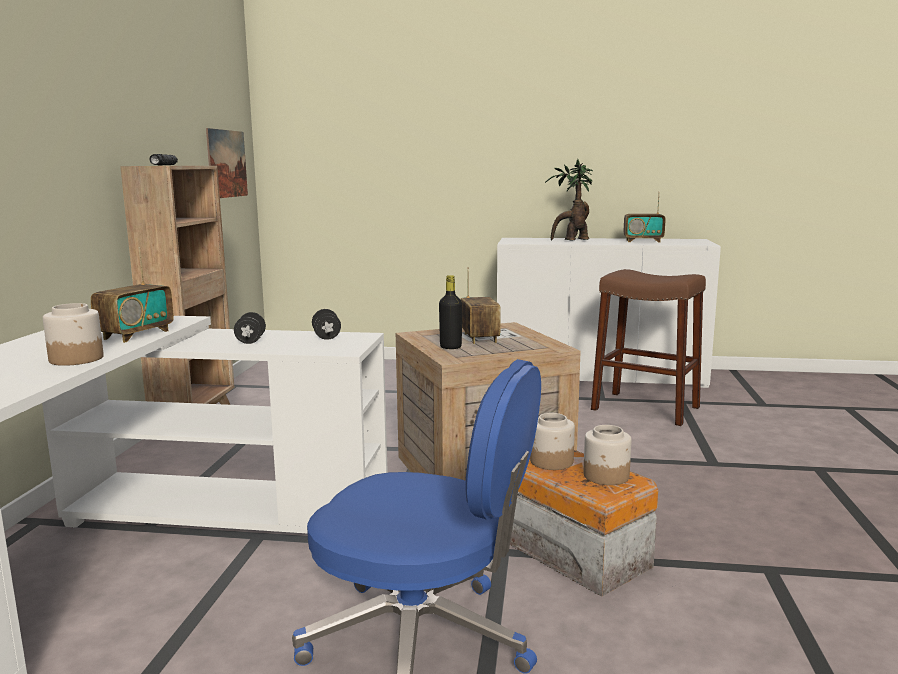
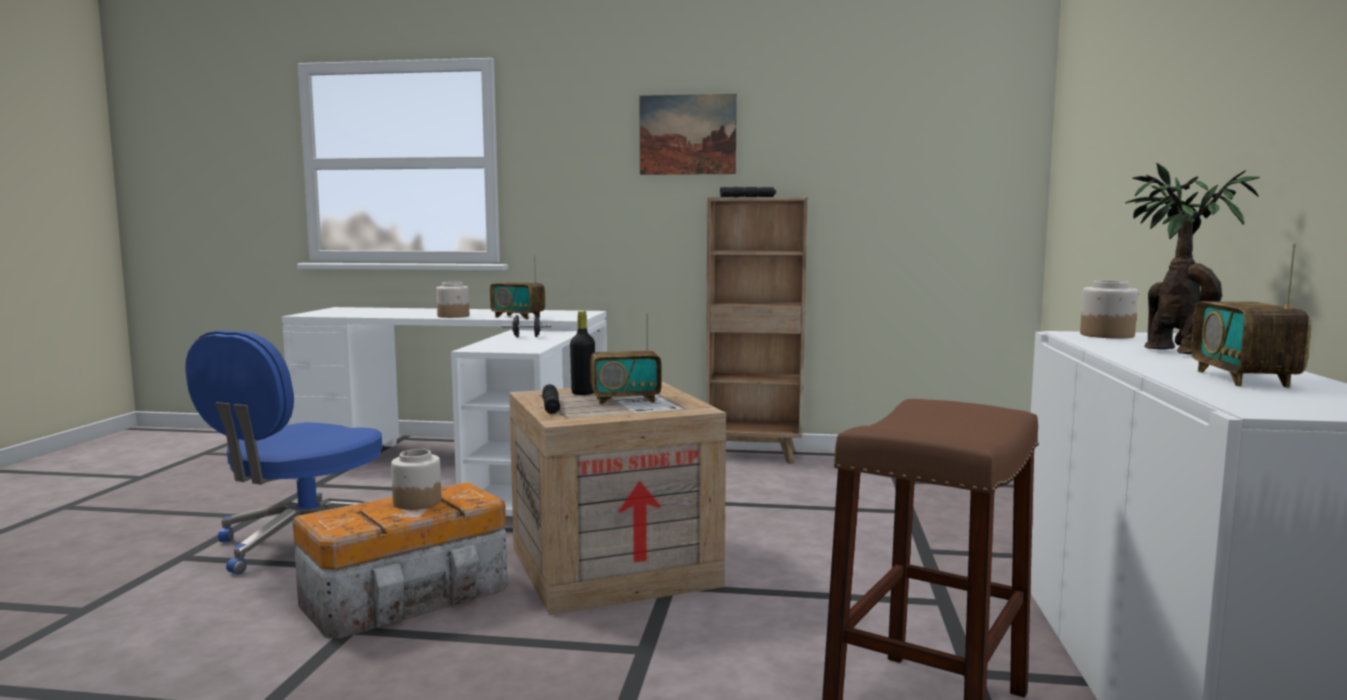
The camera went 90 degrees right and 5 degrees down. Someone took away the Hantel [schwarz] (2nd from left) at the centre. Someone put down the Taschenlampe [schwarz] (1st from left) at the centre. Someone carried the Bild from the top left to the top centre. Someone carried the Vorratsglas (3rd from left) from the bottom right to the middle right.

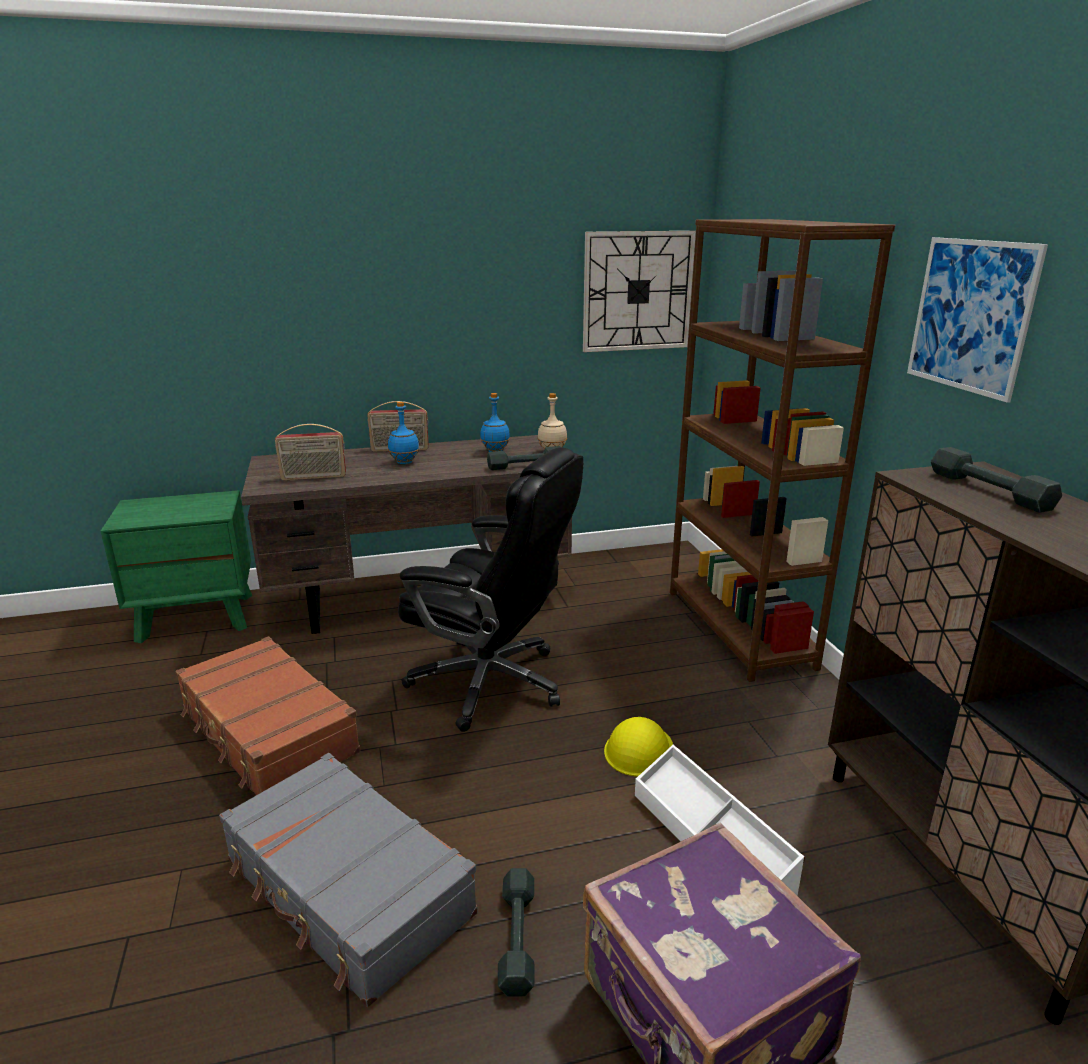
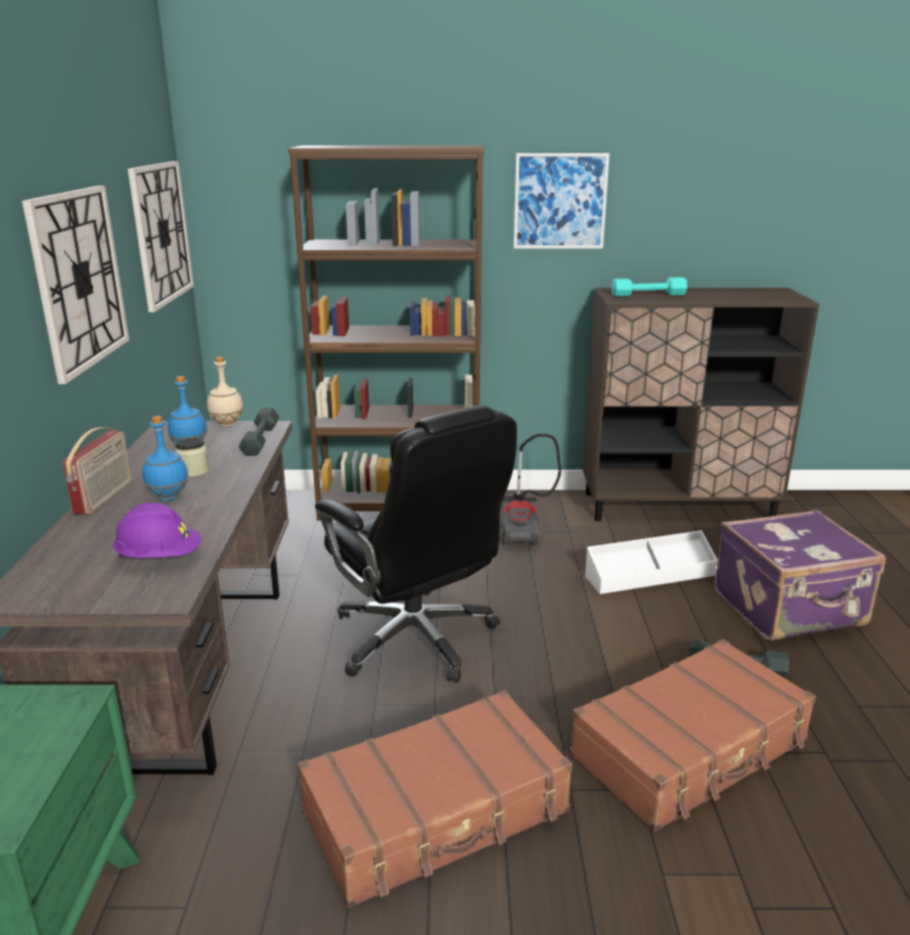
The camera went 75 degrees left and 0 degrees up. Someone took away the Schutzhelm [gelb] at the bottom centre. Someone put up the Wanduhr (1st from left) at the top left. Someone put down the Vorratsglas at the middle left. Someone put down the Staubsauger at the centre. Someone swapped the Radio (1st from left) at the middle left for the Schutzhelm [lila] at the middle left. Someone repainted the Koffer [grau] at the bottom left, which became the Koffer [braun] (2nd from left) at the bottom right. Someone repainted the Hantel [grau] (3rd from left) at the middle right, which became the Hantel [türkis] at the top right. Someone rotated the Bürostuhl [schwarz] at the centre by 105 degrees clockwise.

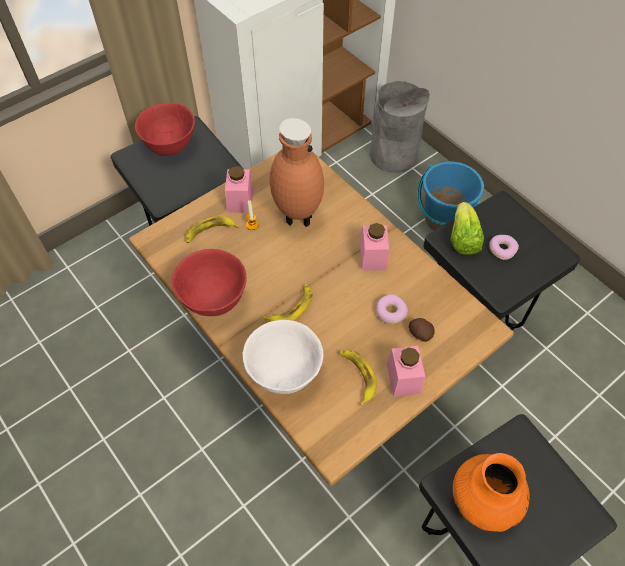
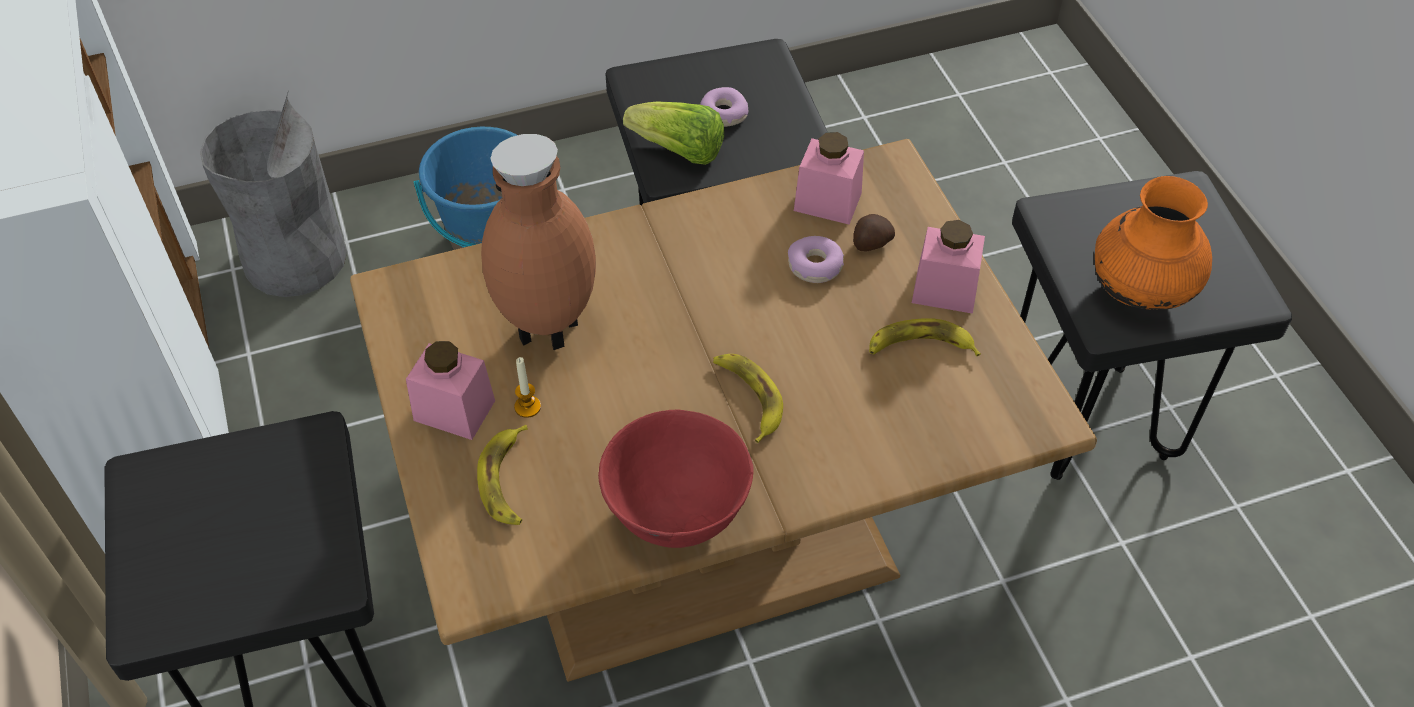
The camera went 70 degrees left and 5 degrees down. Someone took away the Schüssel [rot] (1st from left) at the top left. Someone took away the Schüssel [weiß] at the centre. Someone carried the Vorratsglas [rosa] (2nd from left) from the centre to the top centre.

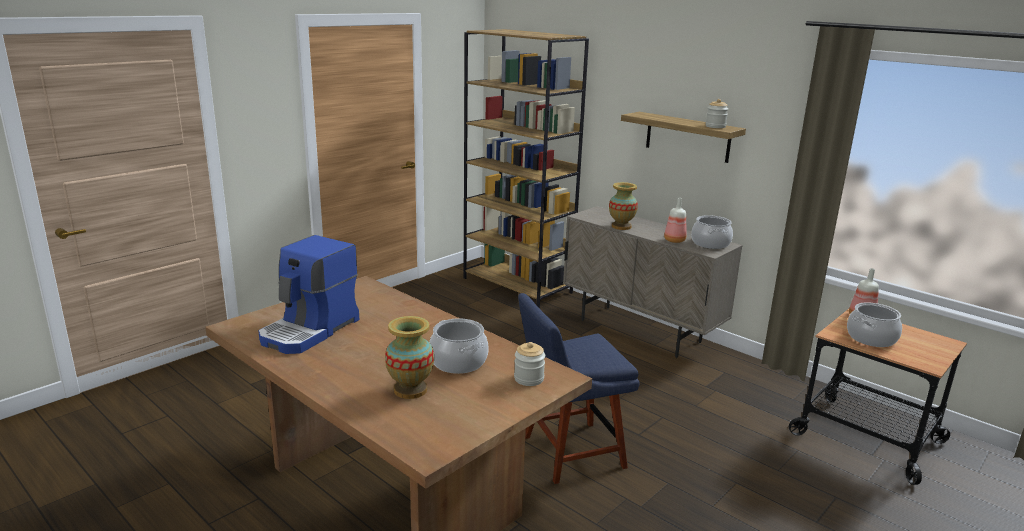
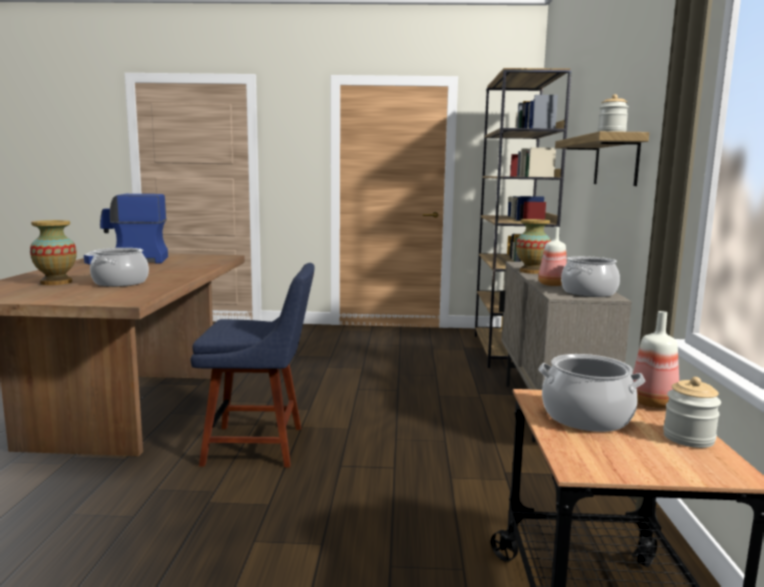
The camera went 50 degrees right and 10 degrees down. Someone carried the Vorratsglas (1st from left in the first image) from the bottom centre to the bottom right. Someone rotated the Stuhl [blau] at the bottom centre by 150 degrees clockwise.

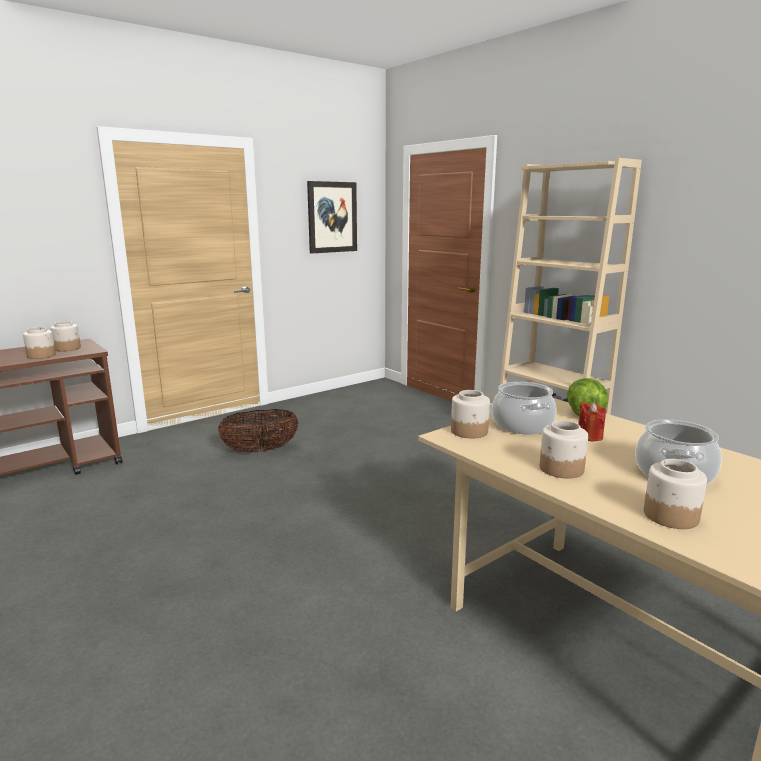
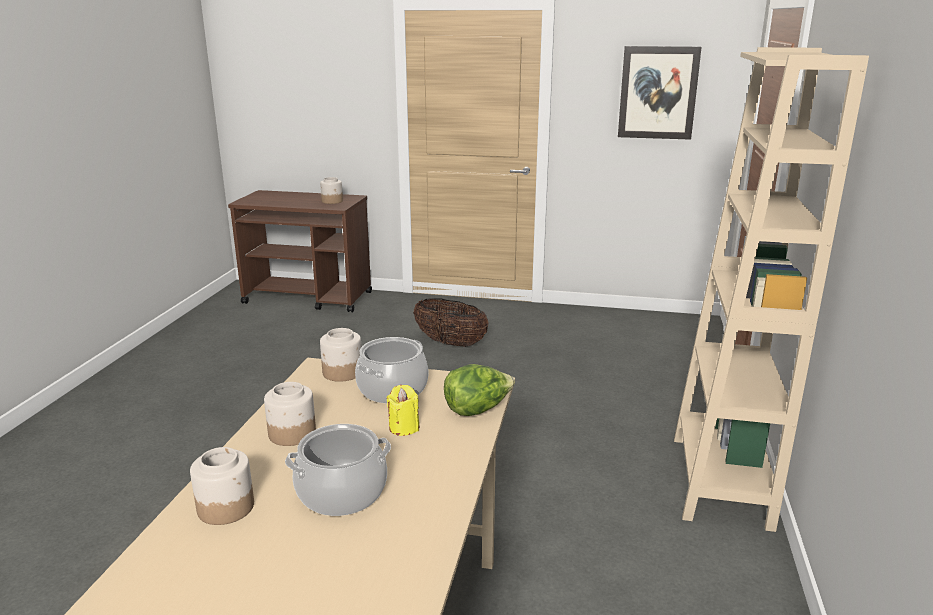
The camera went 50 degrees right and 5 degrees up. Someone took away the Vorratsglas (1st from left) at the middle left. Someone repainted the Kerze [rot] at the middle right, which became the Kerze [gelb] at the bottom centre.

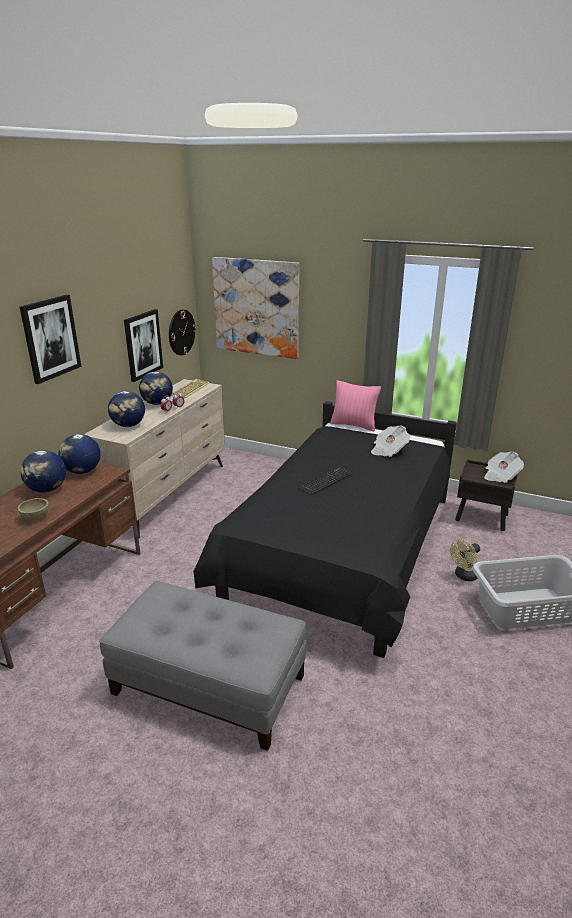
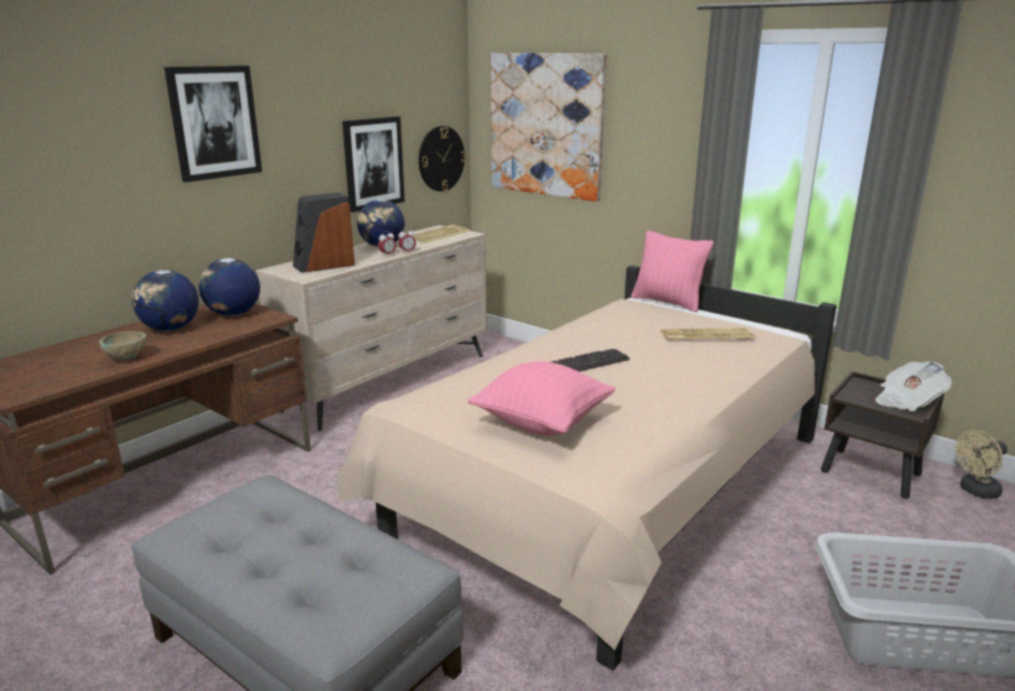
The camera went 15 degrees right and 5 degrees down. Someone put down the Kissen [rosa] (1st from left) at the centre. Someone carried the Ventilator [beige] from the middle right to the bottom right. Someone swapped the Globus (3rd from left) at the middle left for the Lautsprecher at the middle left. Someone swapped the Zeitung (1st from left) at the middle right for the Tastatur (3rd from left) at the middle right. Someone repainted the Bett [schwarz] at the centre, which became the Bett [beige] at the bottom centre.

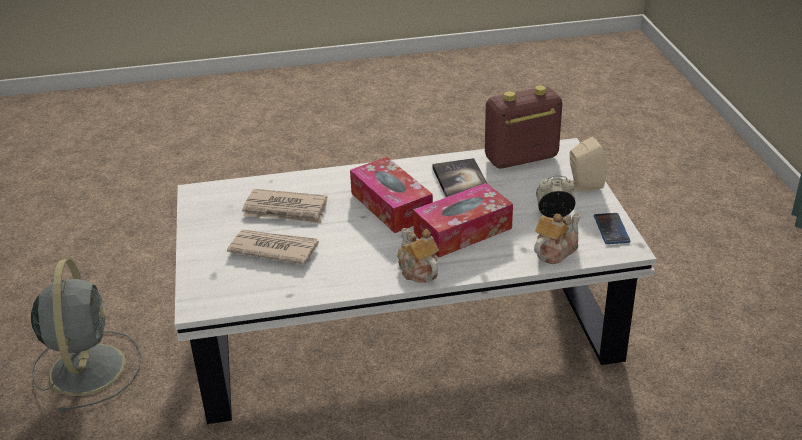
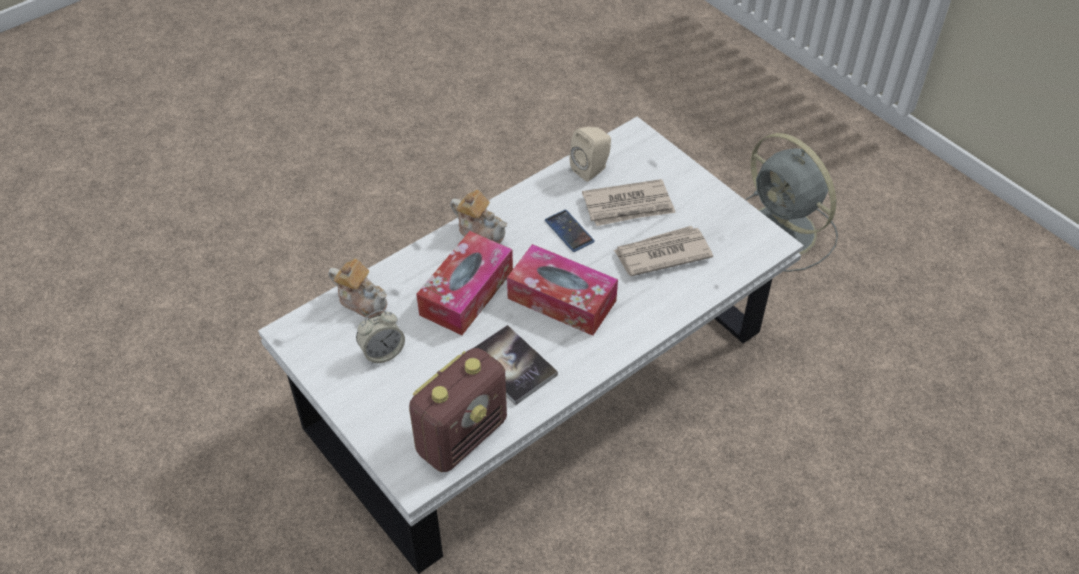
The camera went 150 degrees right and 15 degrees up. Someone carried the Lautsprecher [beige] from the middle right to the top centre. Someone carried the Handy from the middle right to the centre. Someone rotated the Teekanne (2nd from left in the first image) at the middle right by 75 degrees counterclockwise.

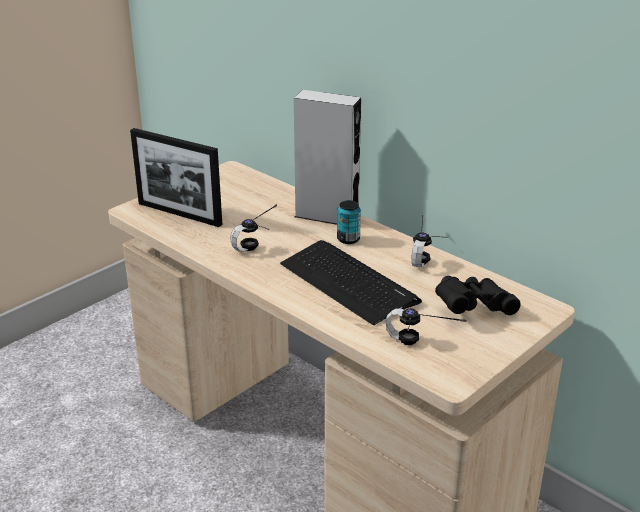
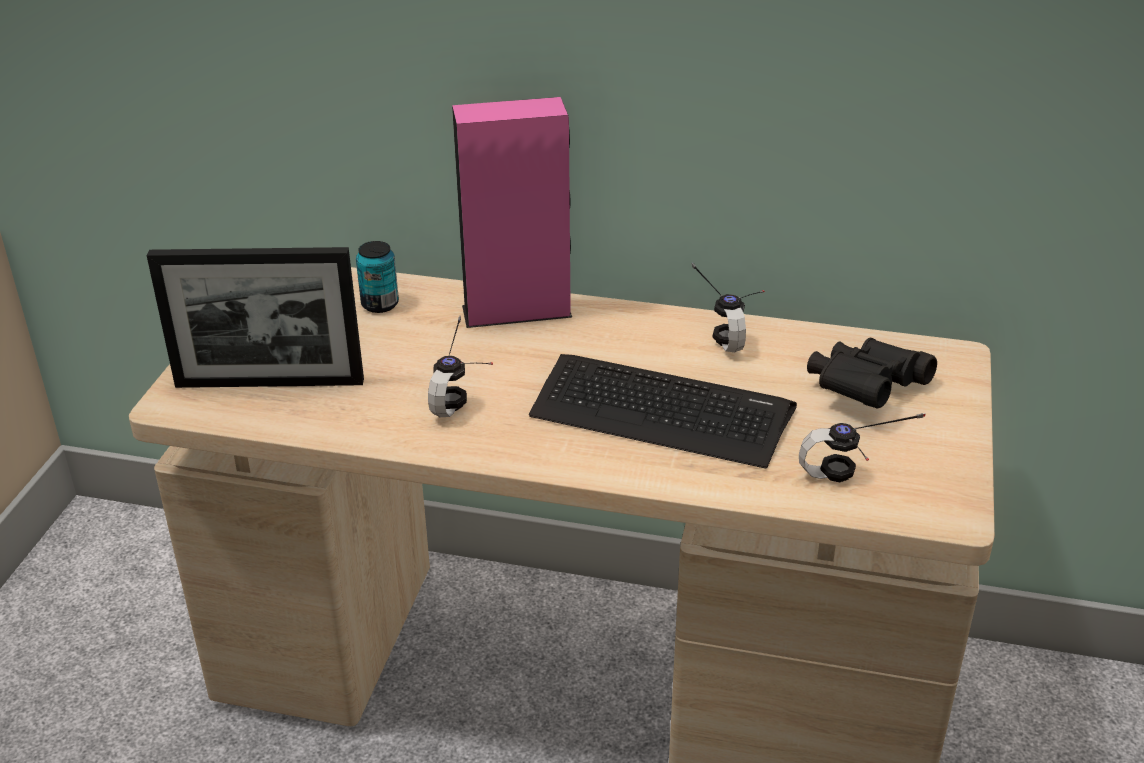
The camera went 30 degrees left and 5 degrees up. Someone carried the Dose from the centre to the middle left. Someone repainted the Lautsprecher [grau] at the top centre, which became the Lautsprecher [rosa] at the top centre.

